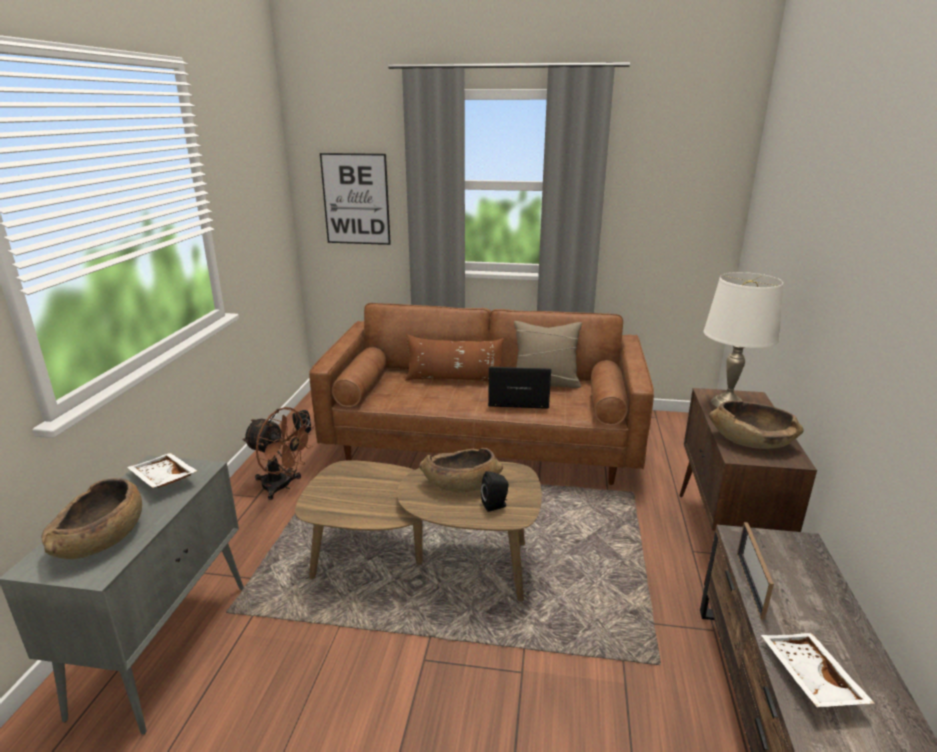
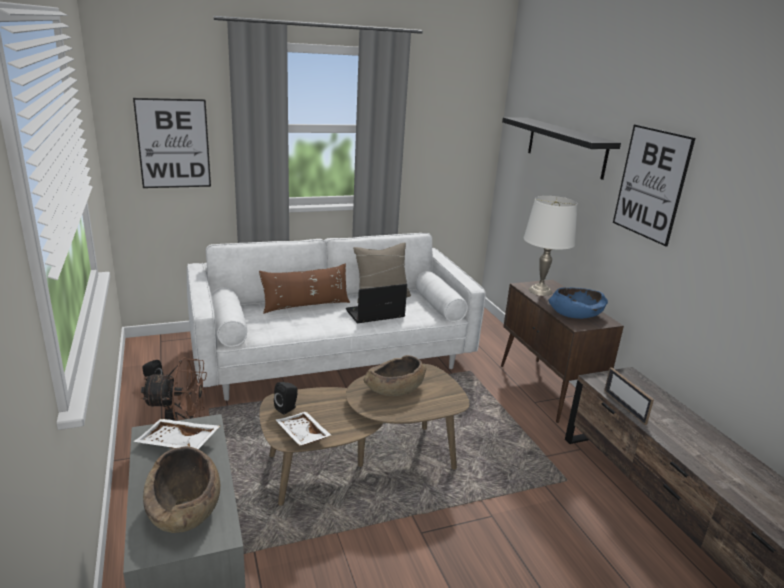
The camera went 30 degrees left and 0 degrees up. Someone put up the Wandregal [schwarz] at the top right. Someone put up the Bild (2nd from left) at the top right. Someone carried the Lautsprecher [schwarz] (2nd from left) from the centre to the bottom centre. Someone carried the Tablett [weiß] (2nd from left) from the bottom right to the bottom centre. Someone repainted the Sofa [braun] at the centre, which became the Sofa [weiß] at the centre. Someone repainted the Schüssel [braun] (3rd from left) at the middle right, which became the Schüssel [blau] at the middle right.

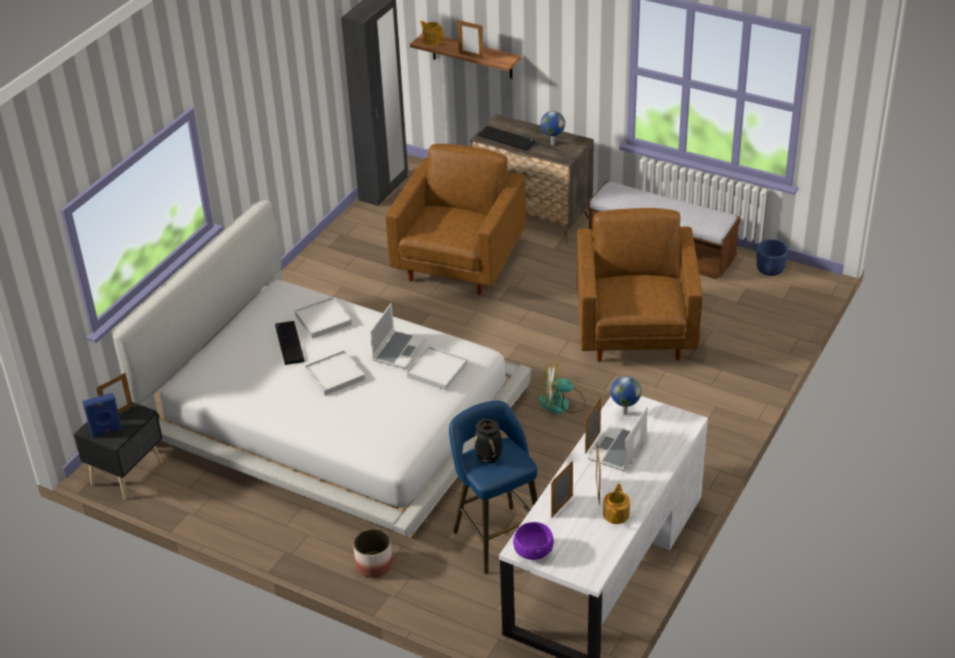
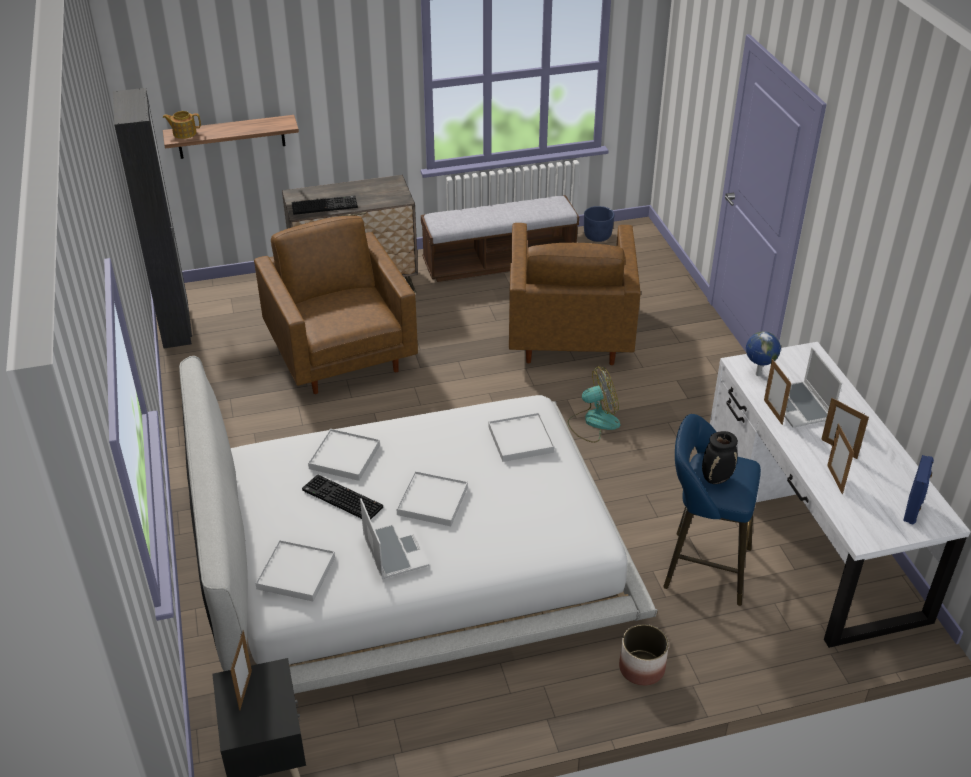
The camera went 45 degrees left and 0 degrees up. Someone took away the Bilderrahmen (2nd from left) at the top centre. Someone took away the Schüssel [lila] at the bottom centre. Someone took away the Globus (1st from left) at the top centre. Someone took away the Teekanne (2nd from left) at the bottom centre. Someone put down the Tablett [weiß] (1st from left) at the bottom left. Someone carried the Lautsprecher [blau] from the middle left to the middle right. Someone carried the Laptop (1st from left) from the centre to the bottom centre. Someone rotated the Ventilator at the centre by 150 degrees counterclockwise. Someone rotated the Sessel [braun] (2nd from left) at the middle right by 135 degrees counterclockwise.

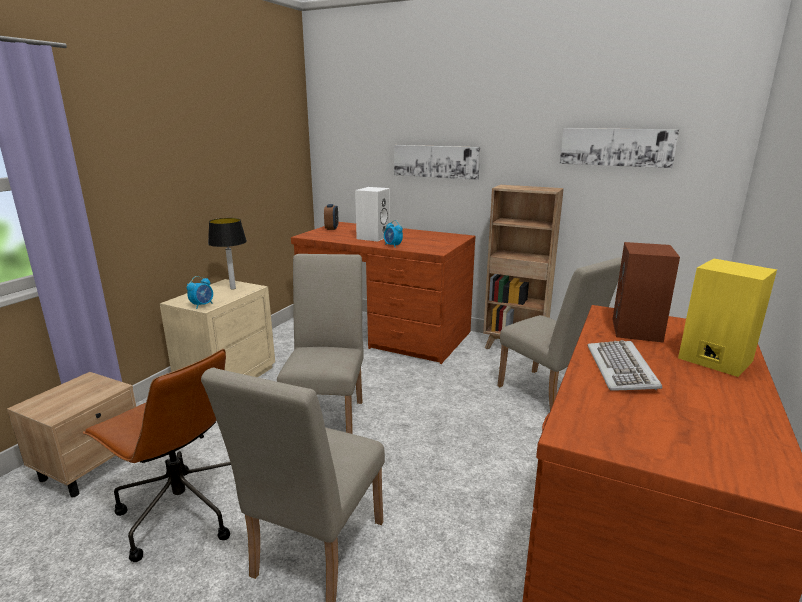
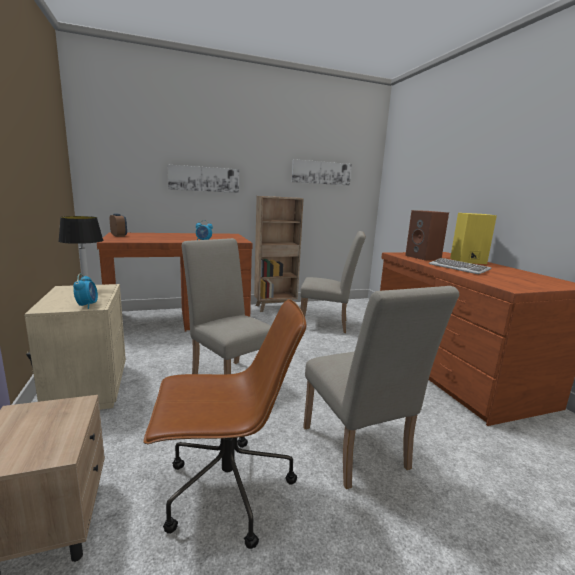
The camera went 45 degrees left and 5 degrees down. Someone took away the Lautsprecher [weiß] at the centre.

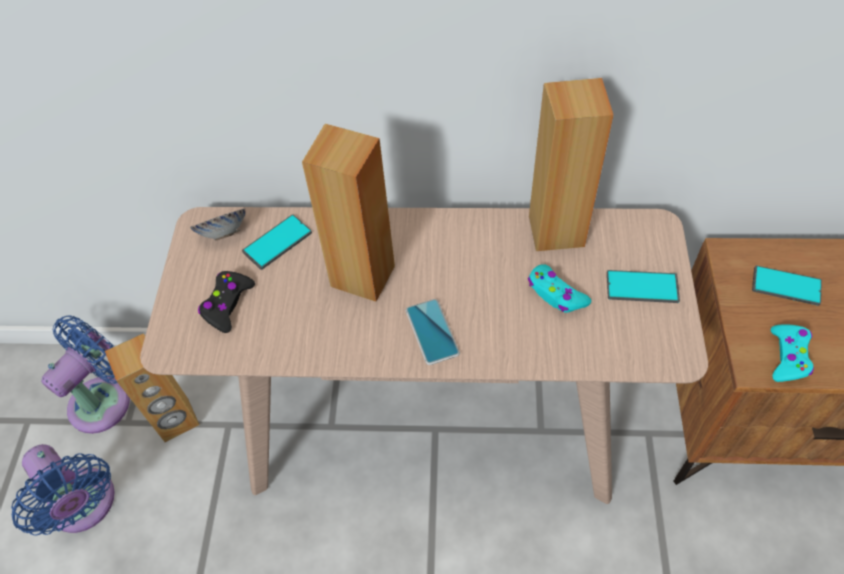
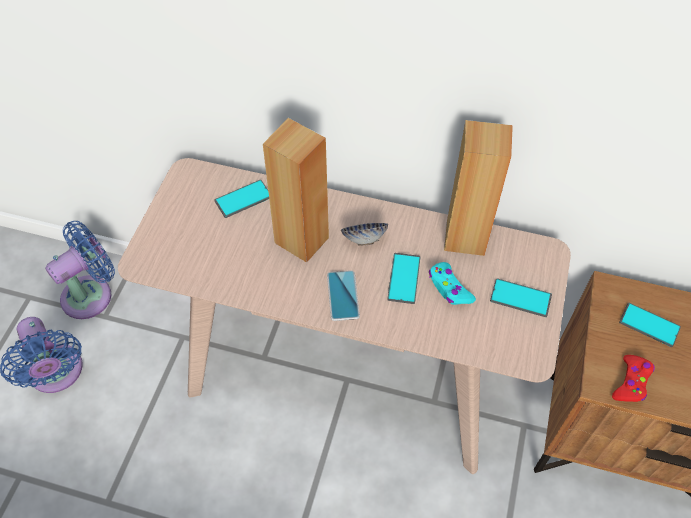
The camera went 10 degrees right and 0 degrees up. Someone took away the Lautsprecher [braun] (1st from left) at the bottom left. Someone took away the Gamepad [schwarz] at the middle left. Someone put down the Handy (3rd from left) at the centre. Someone carried the Schüssel from the middle left to the centre. Someone repainted the Gamepad [türkis] (2nd from left) at the middle right, which became the Gamepad [rot] at the bottom right.

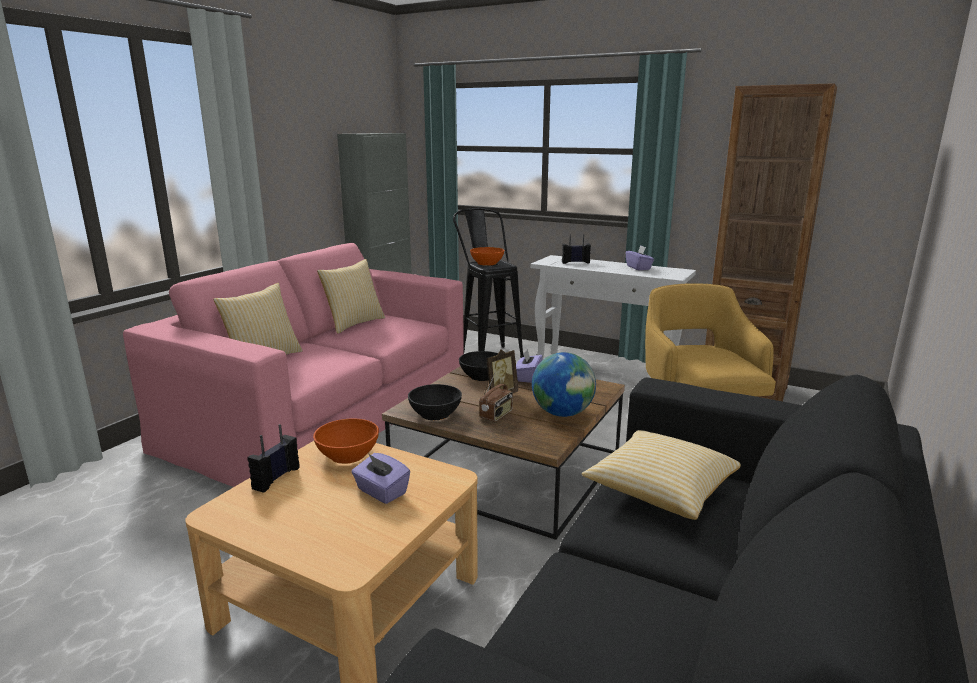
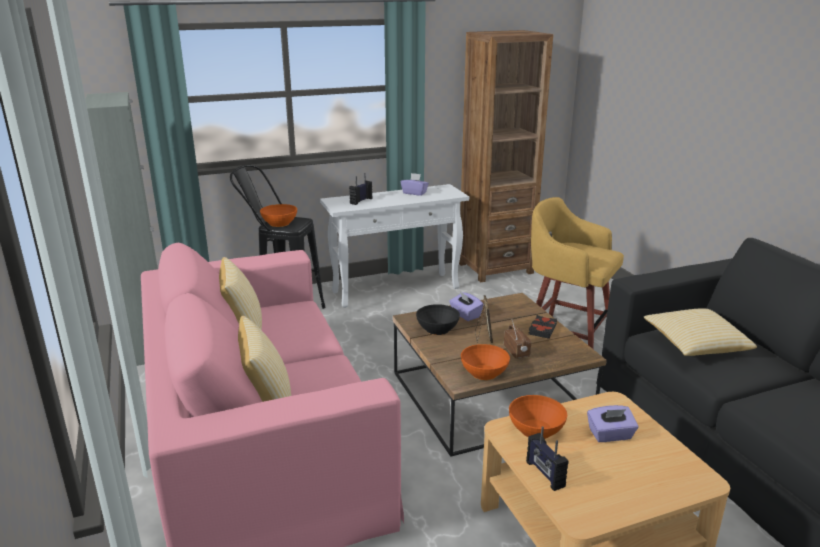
The camera went 50 degrees left and 5 degrees up. Someone swapped the Globus at the centre for the Buch [schwarz] at the centre. Someone repainted the Schüssel [schwarz] (1st from left) at the centre, which became the Schüssel [orange] (2nd from left) at the centre.

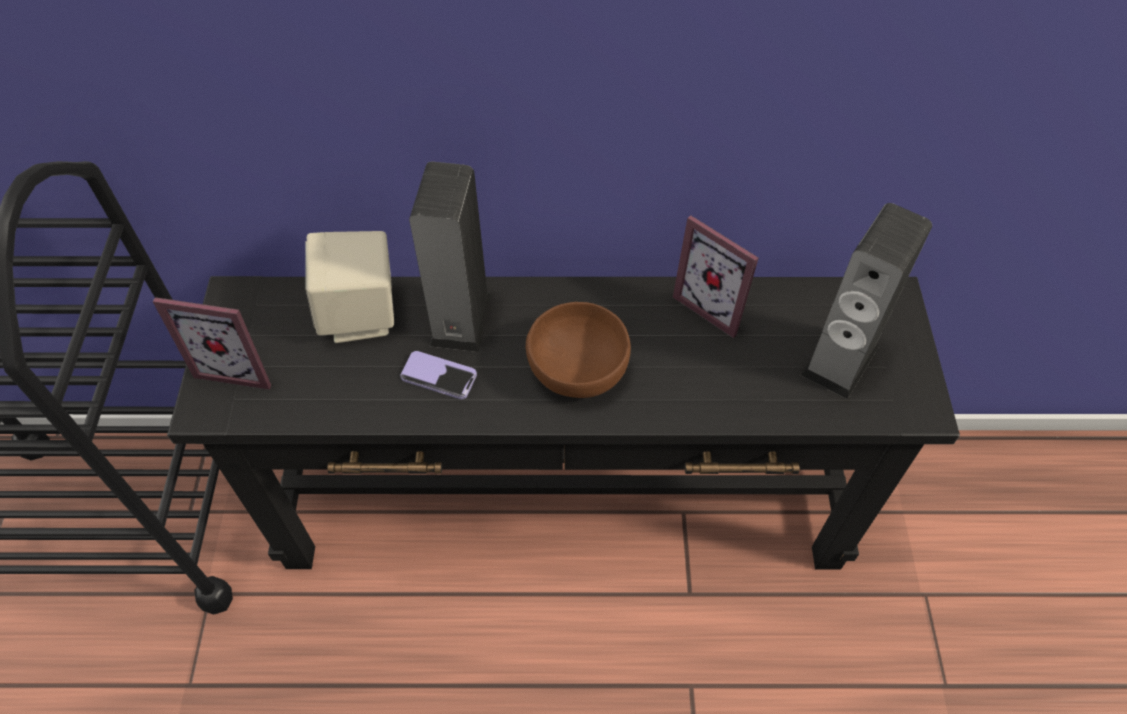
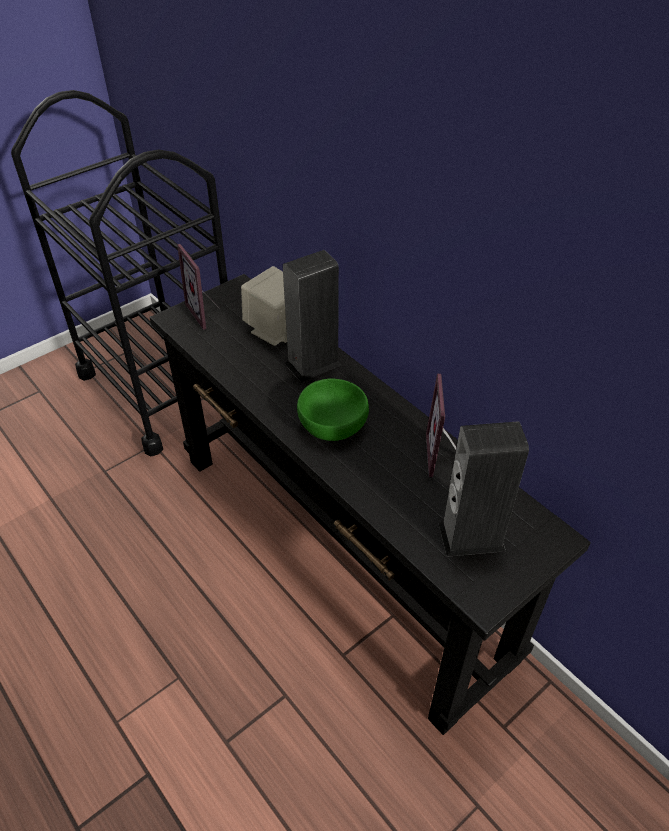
The camera went 50 degrees right and 10 degrees down. Someone took away the Handy at the centre. Someone repainted the Schüssel [braun] at the centre, which became the Schüssel [grün] at the centre.

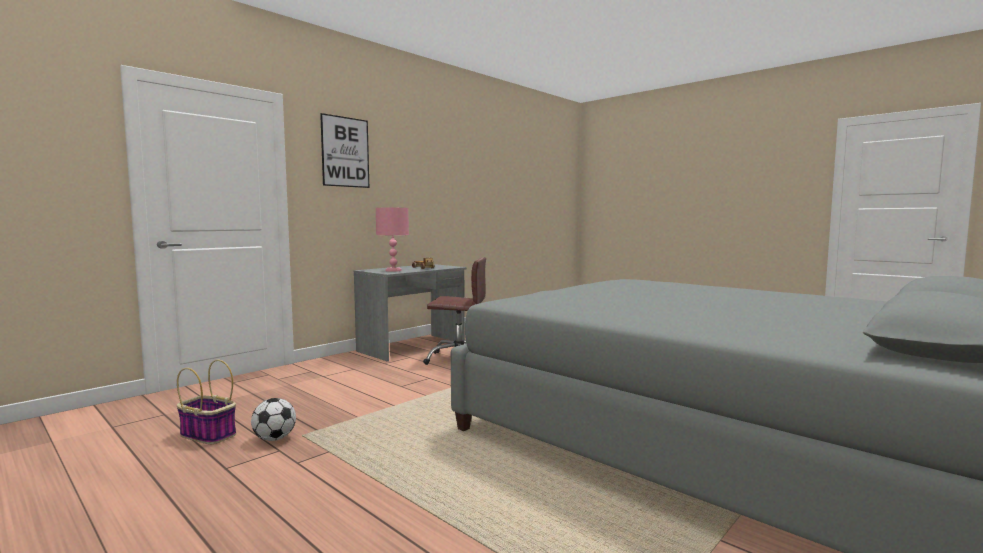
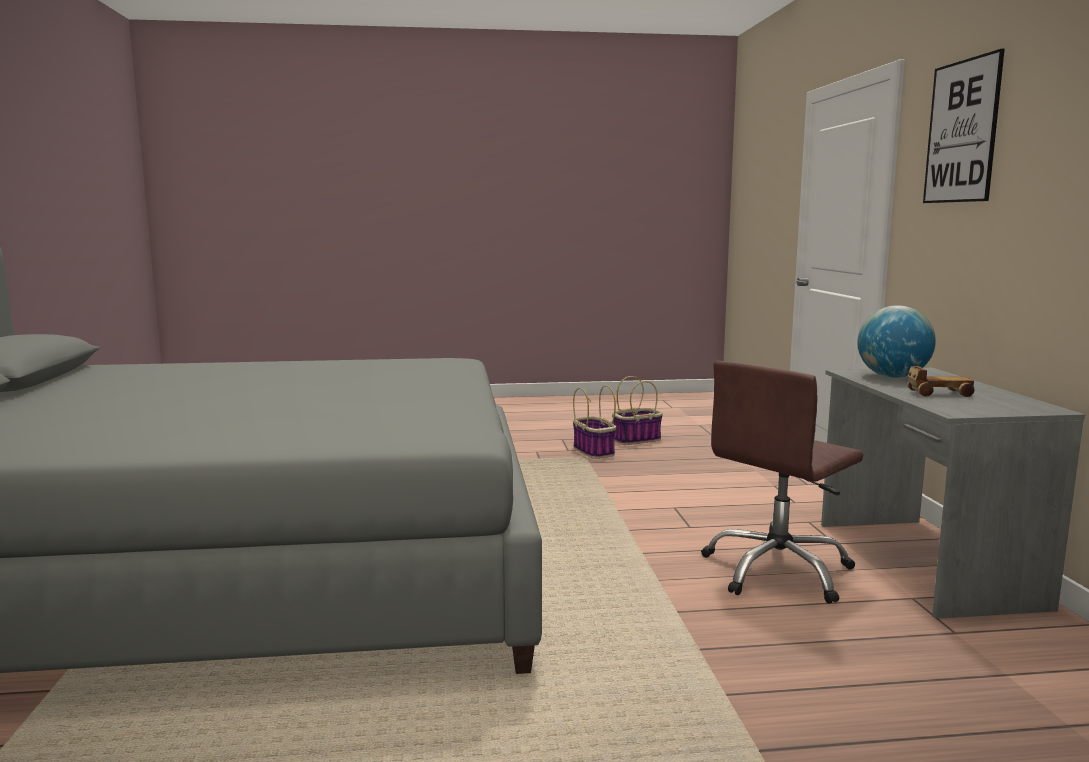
The camera went 130 degrees right and 5 degrees up. Someone swapped the Fußball at the bottom left for the Korb (1st from left) at the centre. Someone swapped the Tischlampe [rosa] at the centre for the Globus at the middle right.

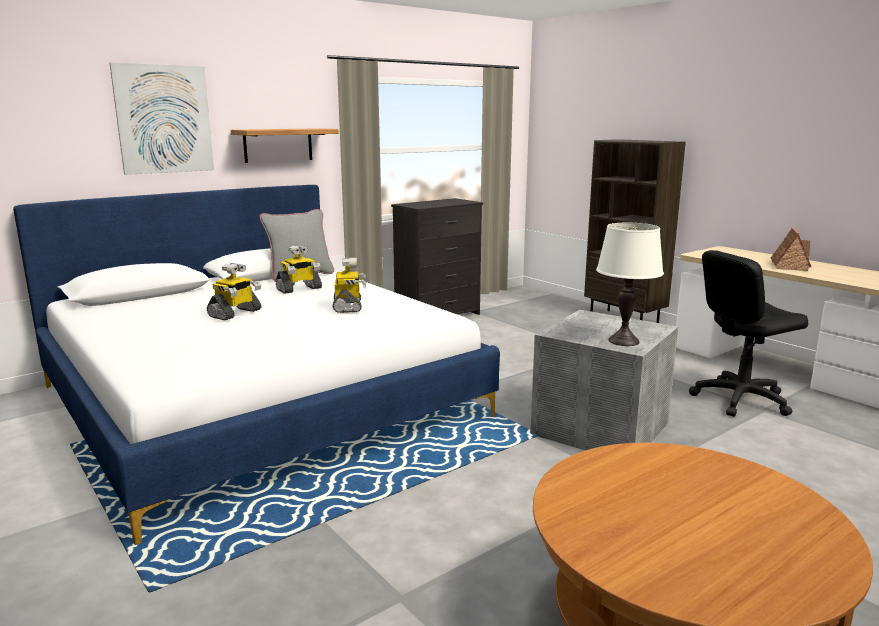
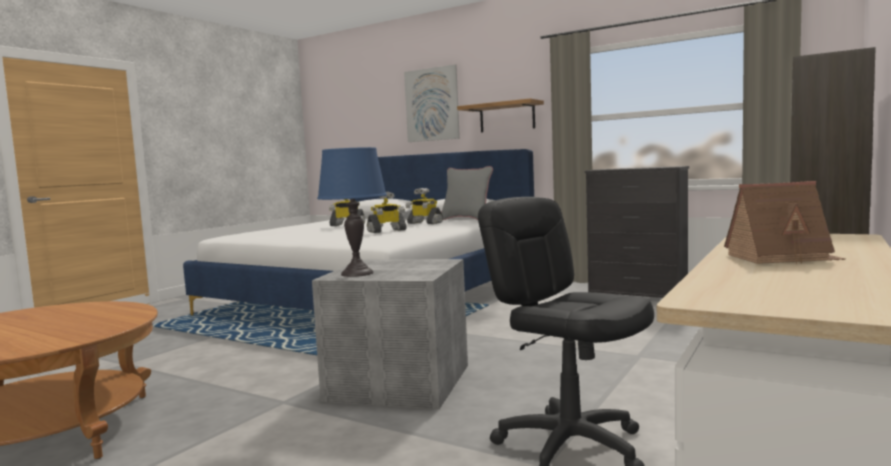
The camera went 70 degrees right and 10 degrees down. Someone repainted the Tischlampe [weiß] at the middle right, which became the Tischlampe [blau] at the centre.

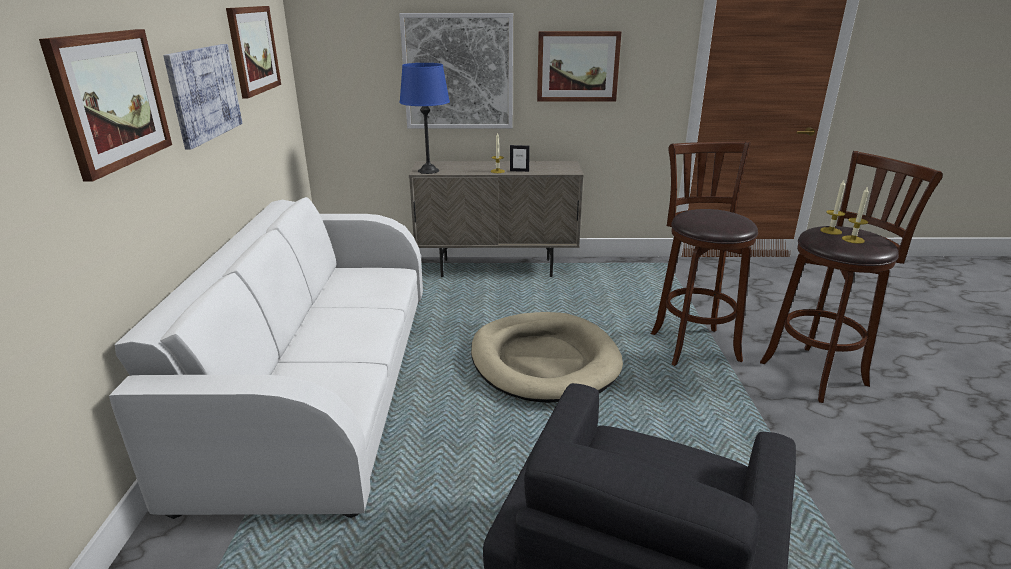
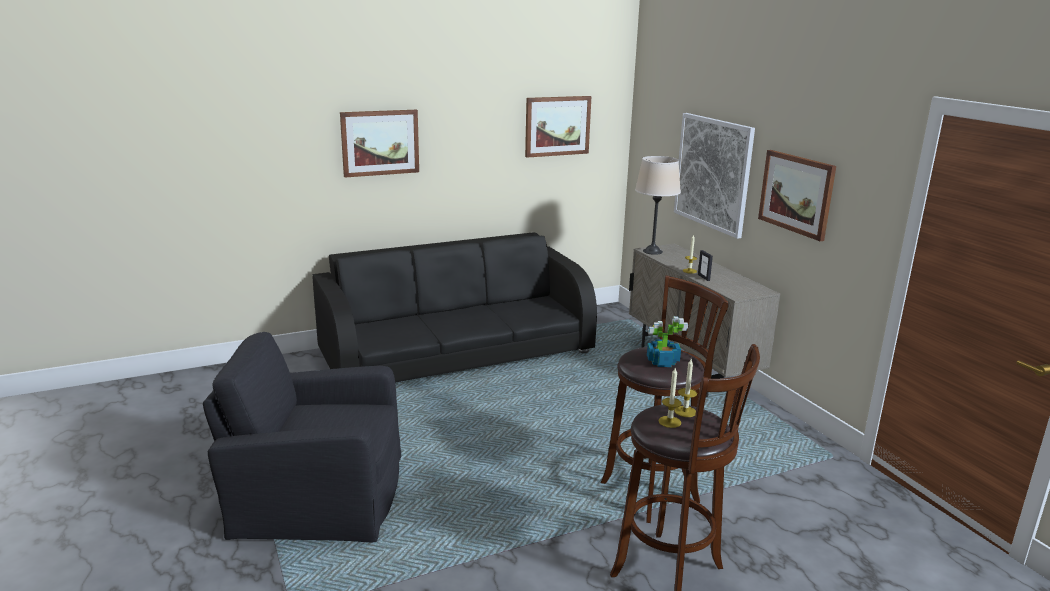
The camera went 65 degrees right and 5 degrees down. Someone took away the Bild (2nd from left) at the top left. Someone took away the Hundebett [beige] at the centre. Someone put down the Topfpflanze at the centre. Someone repainted the Sofa [weiß] at the middle left, which became the Sofa [schwarz] at the centre. Someone repainted the Tischlampe [blau] at the top centre, which became the Tischlampe [beige] at the centre.

